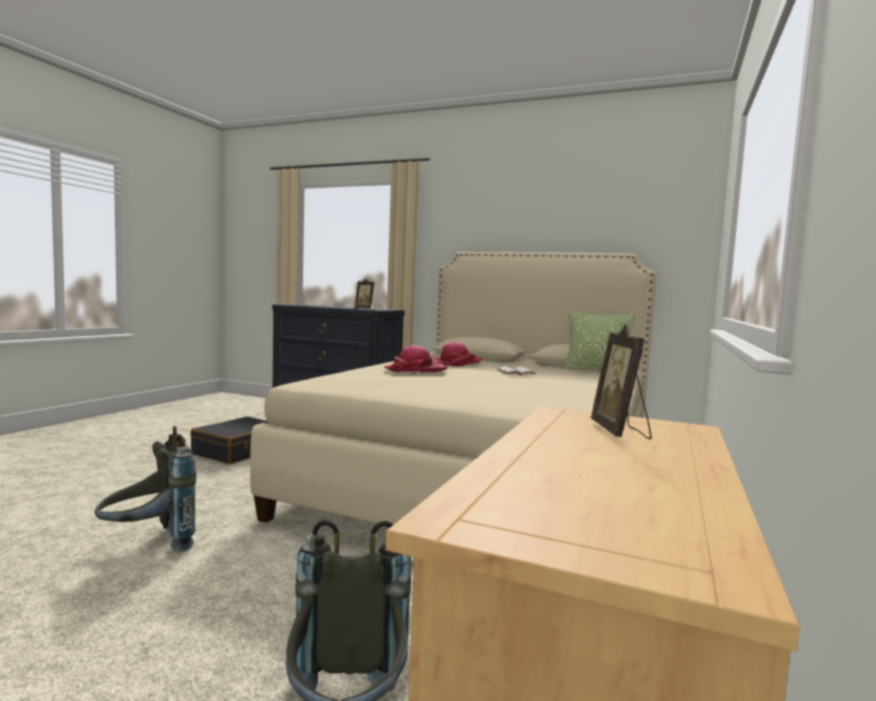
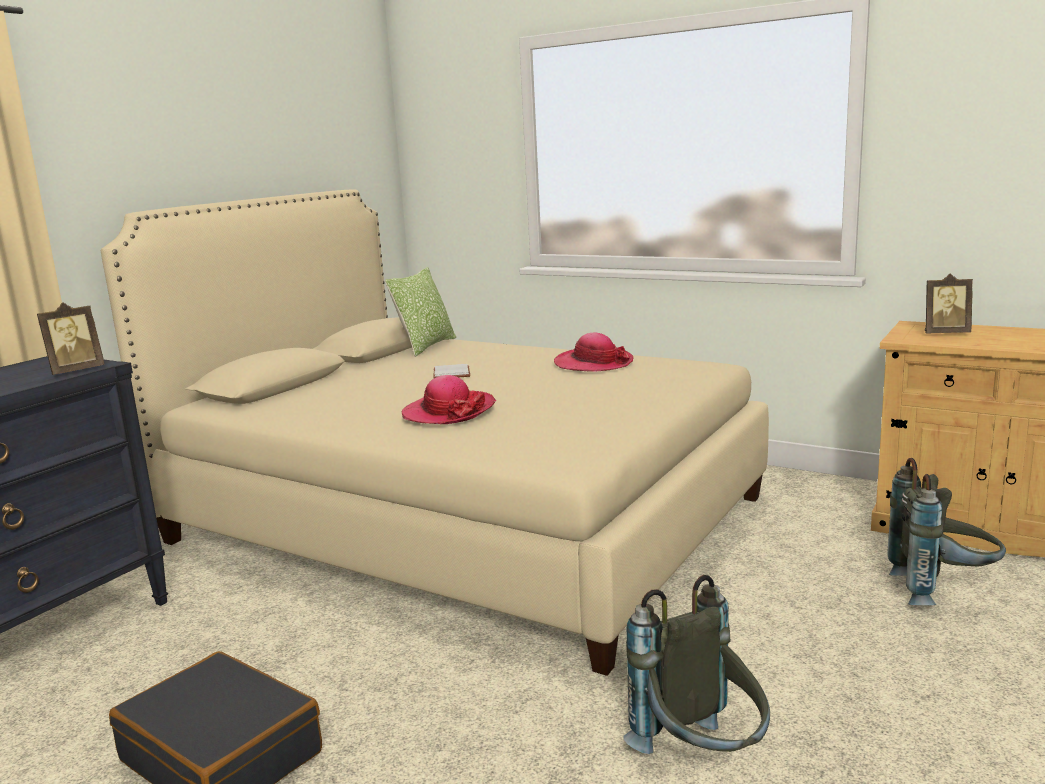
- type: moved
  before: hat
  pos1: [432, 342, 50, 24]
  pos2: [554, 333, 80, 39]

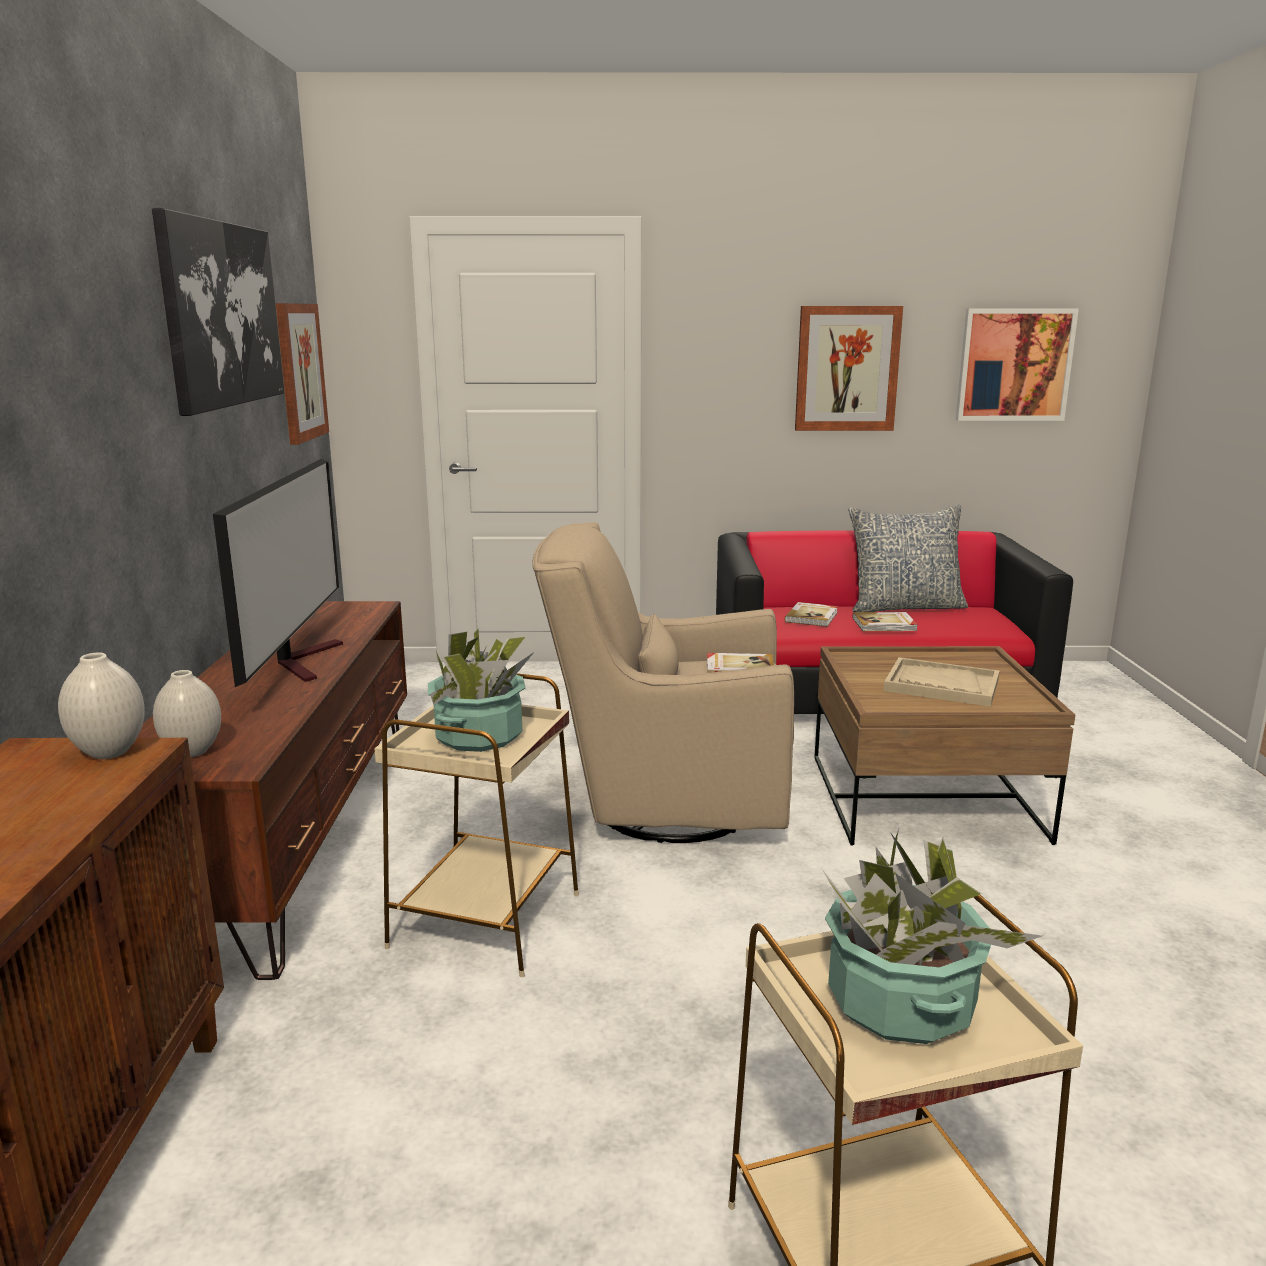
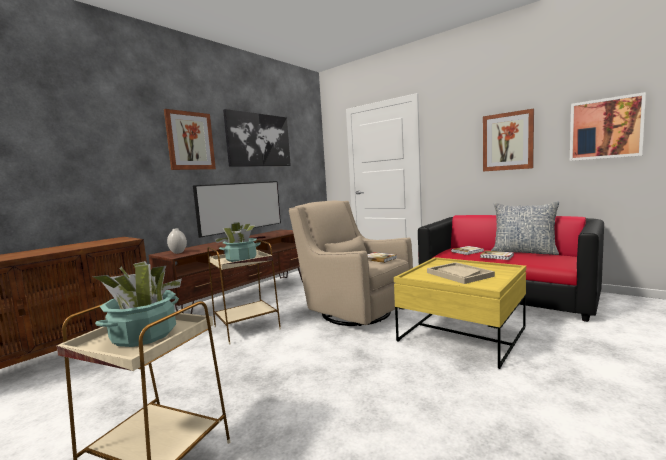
- type: removed
  before: vase (white)
  pos1: [58, 652, 87, 107]
- type: moved
  before: picture
  pos1: [276, 303, 53, 142]
  pos2: [164, 109, 52, 61]
- type: recoloured
  before: coffee table (brown)
  after: coffee table (yellow)
  pos1: [814, 646, 261, 199]
  pos2: [394, 257, 132, 112]

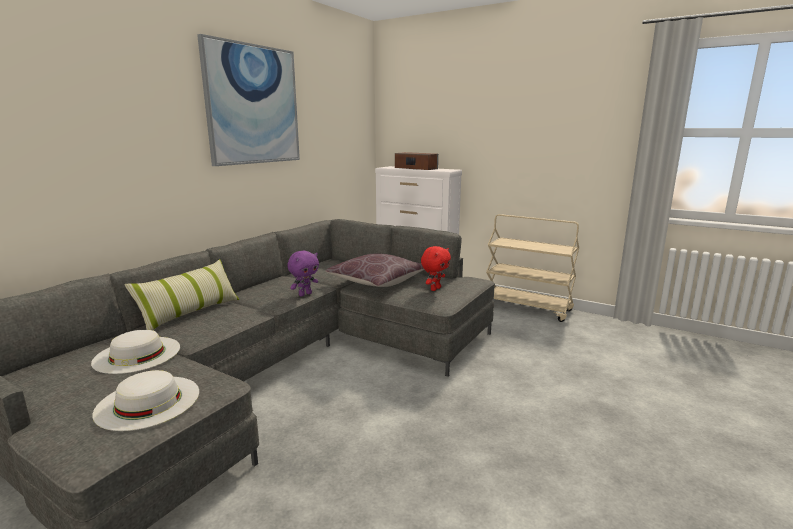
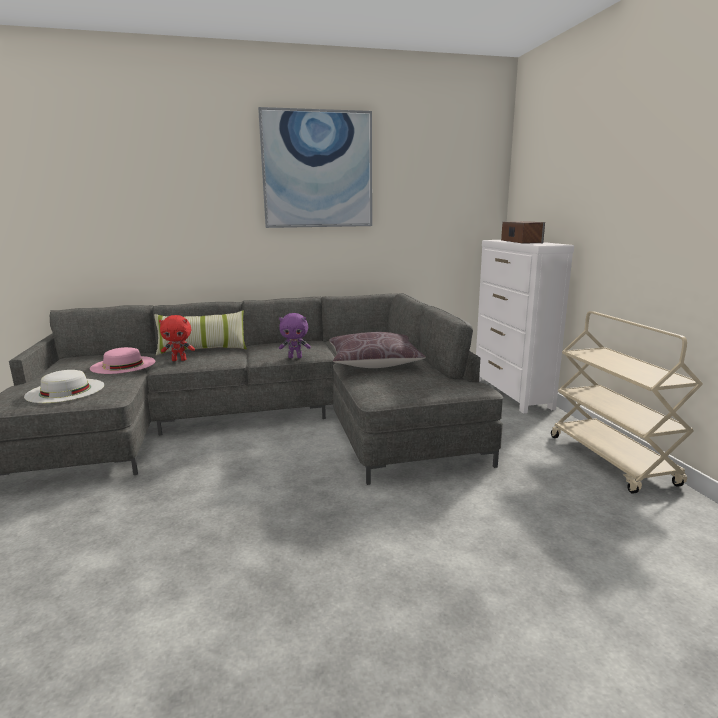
- type: moved
  before: plush toy (red)
  pos1: [421, 246, 30, 45]
  pos2: [159, 315, 36, 46]
- type: recoloured
  before: hat (white)
  after: hat (pink)
  pos1: [91, 330, 89, 44]
  pos2: [90, 347, 65, 27]

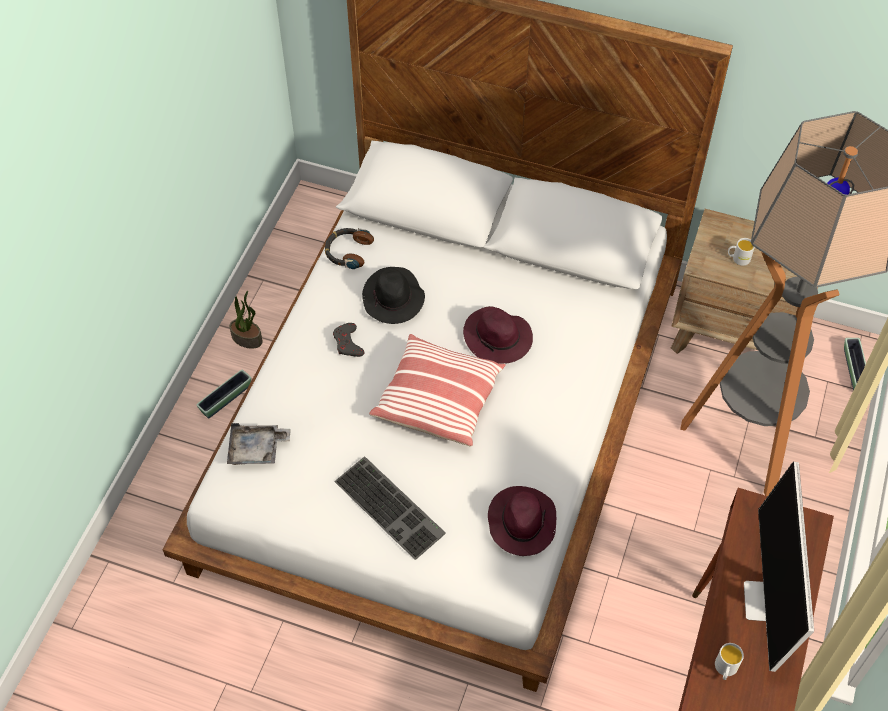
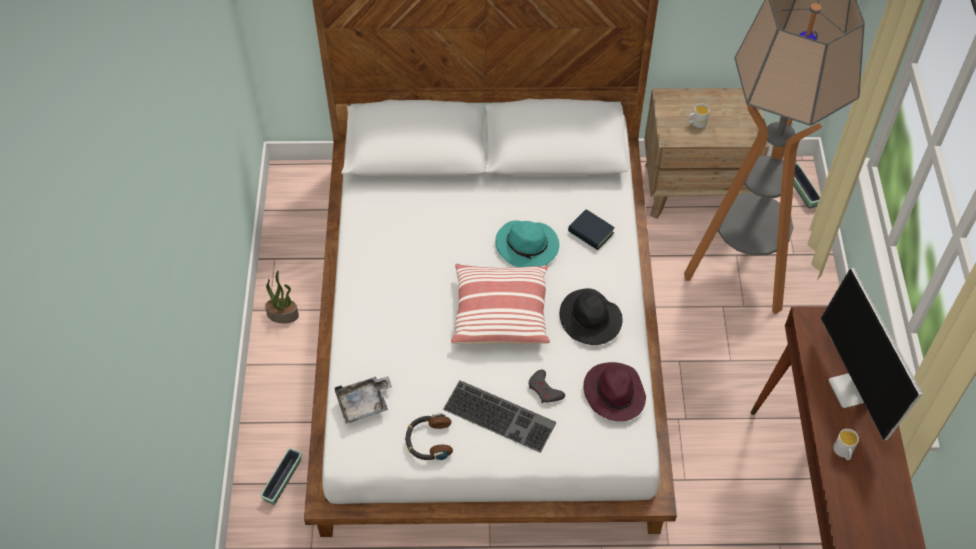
- type: added
  after: book
  pos2: [568, 210, 47, 40]
- type: moved
  before: planter
  pos1: [197, 370, 54, 48]
  pos2: [260, 448, 42, 57]
- type: moved
  before: headphones
  pos1: [325, 228, 49, 41]
  pos2: [405, 414, 48, 46]
- type: moved
  before: game controller (grey)
  pos1: [333, 323, 32, 34]
  pos2: [529, 370, 36, 33]
- type: moved
  before: hat (black)
  pos1: [362, 267, 63, 57]
  pos2: [560, 288, 62, 57]
- type: recoloured
  before: hat (purple)
  after: hat (turquoise)
  pos1: [463, 306, 70, 57]
  pos2: [495, 221, 64, 46]

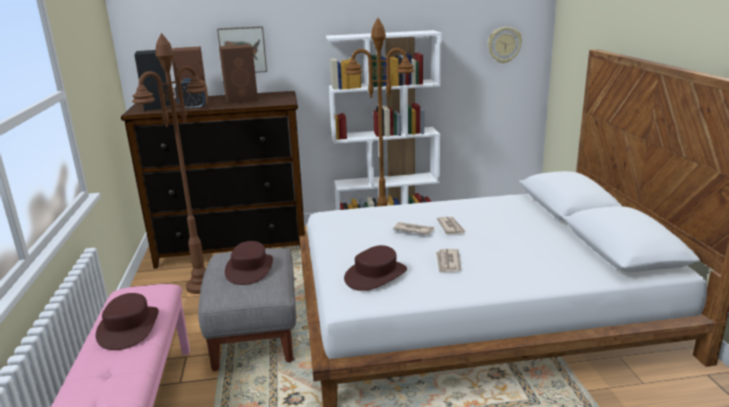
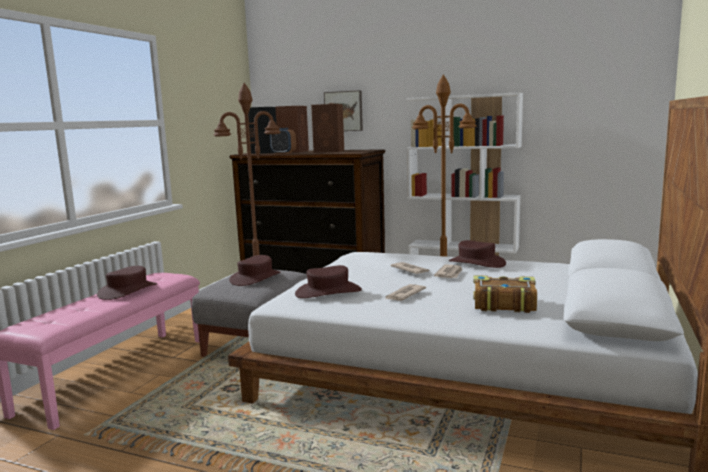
- type: removed
  before: wall clock
  pos1: [488, 27, 34, 37]
- type: added
  after: hat (brown)
  pos2: [449, 240, 57, 28]
- type: added
  after: book
  pos2: [473, 275, 64, 38]

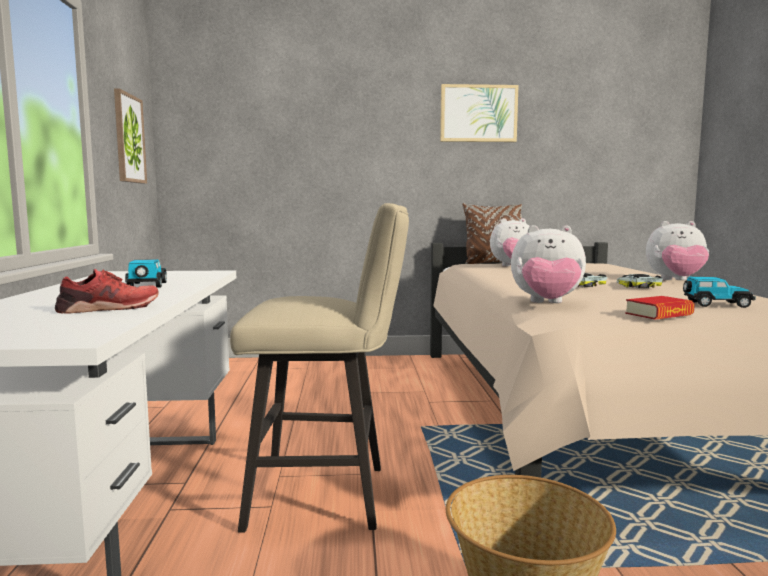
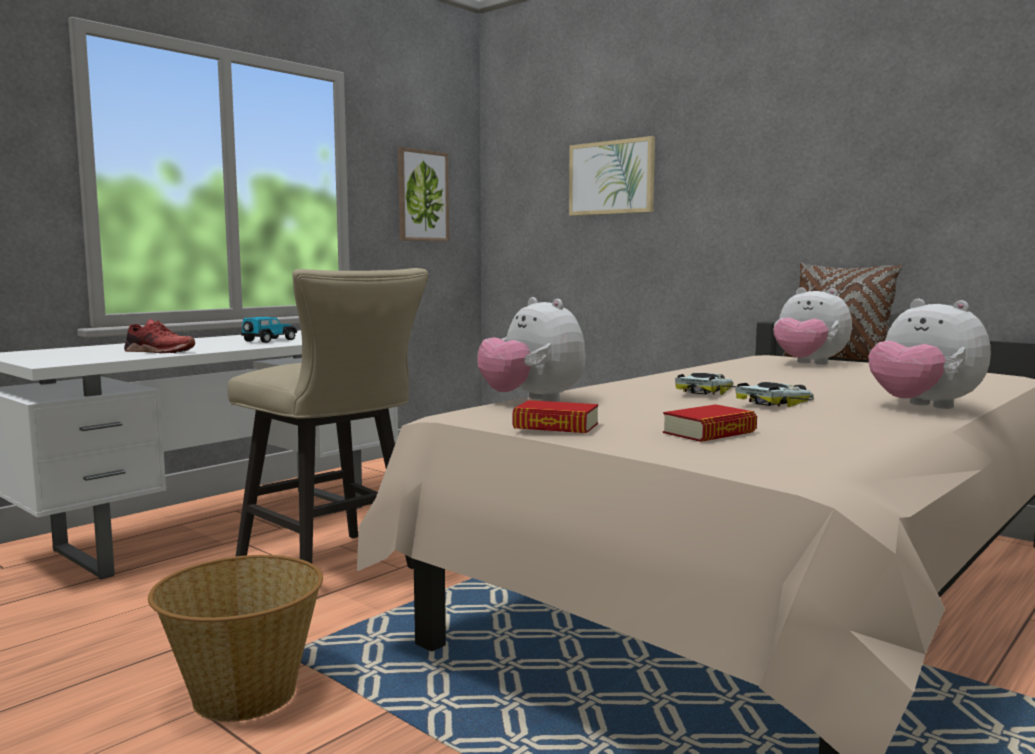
- type: moved
  before: picture
  pos1: [440, 84, 78, 58]
  pos2: [569, 136, 86, 80]
- type: replaced
  before: toy car
  after: book
  pos1: [683, 277, 73, 31]
  pos2: [663, 404, 94, 38]

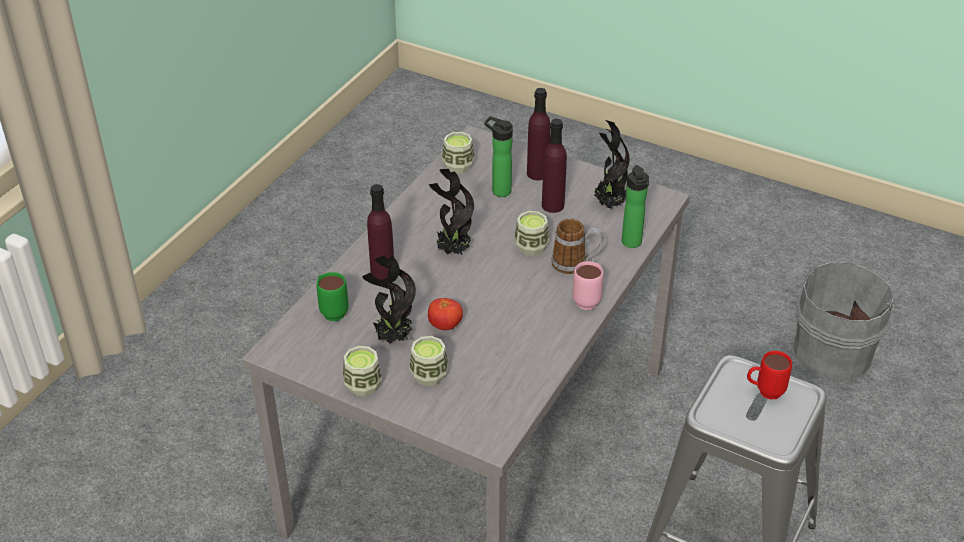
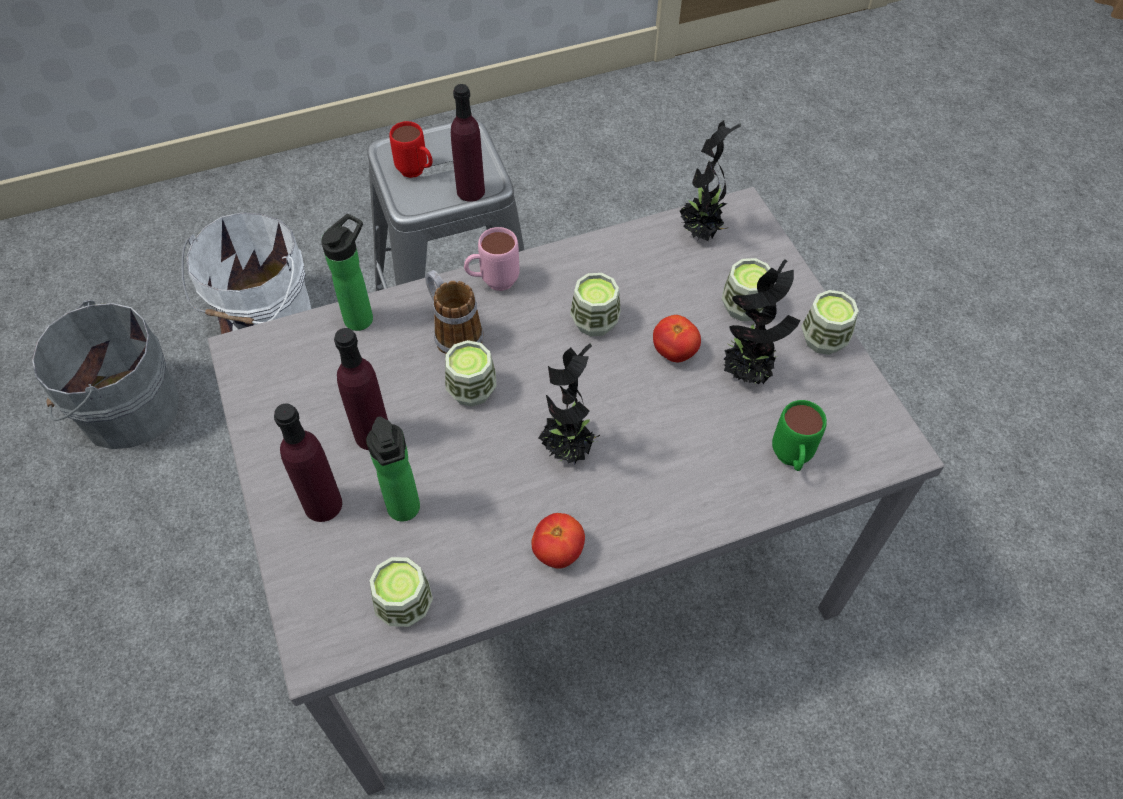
- type: added
  after: bucket (white)
  pos2: [181, 212, 130, 122]
- type: added
  after: tomato
  pos2: [532, 513, 53, 56]
- type: added
  after: cup
  pos2: [570, 273, 51, 63]
- type: moved
  before: bottle (purple)
  pos1: [367, 184, 27, 96]
  pos2: [451, 84, 34, 118]
- type: moved
  before: potted plant
  pos1: [591, 120, 38, 89]
  pos2: [680, 120, 61, 121]

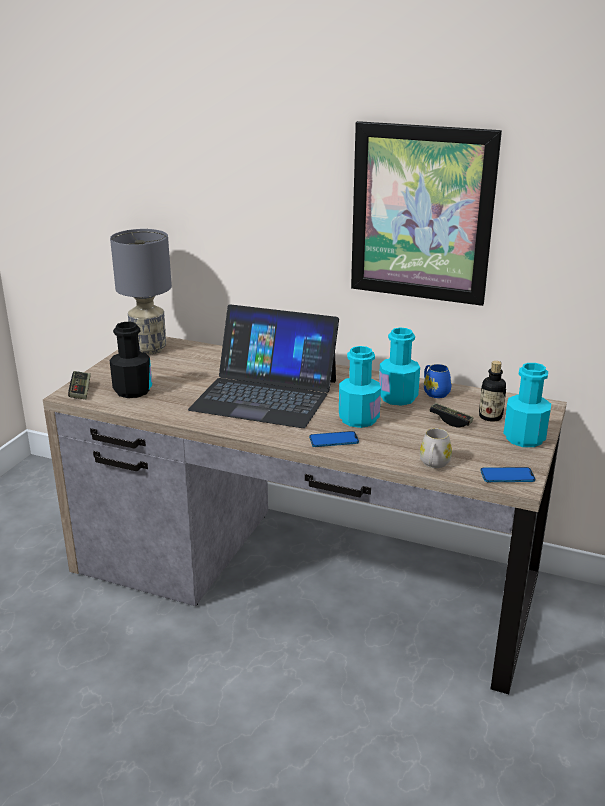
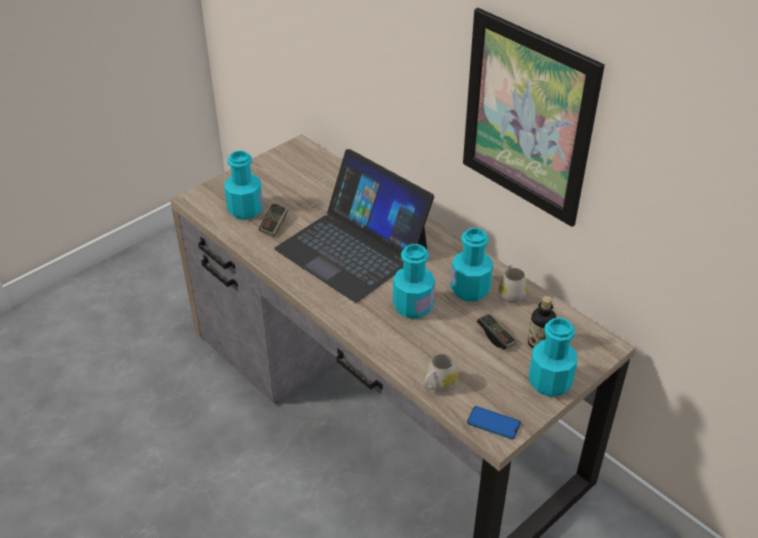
- type: removed
  before: table lamp (grey)
  pos1: [110, 229, 62, 126]
- type: removed
  before: phone
  pos1: [309, 431, 50, 16]
- type: moved
  before: game controller
  pos1: [68, 371, 23, 28]
  pos2: [259, 203, 29, 34]
- type: recoloured
  before: bottle (black)
  after: bottle (turquoise)
  pos1: [110, 322, 42, 76]
  pos2: [225, 150, 38, 70]
- type: recoloured
  before: mug (blue)
  after: mug (white)
  pos1: [424, 364, 28, 34]
  pos2: [499, 265, 28, 38]

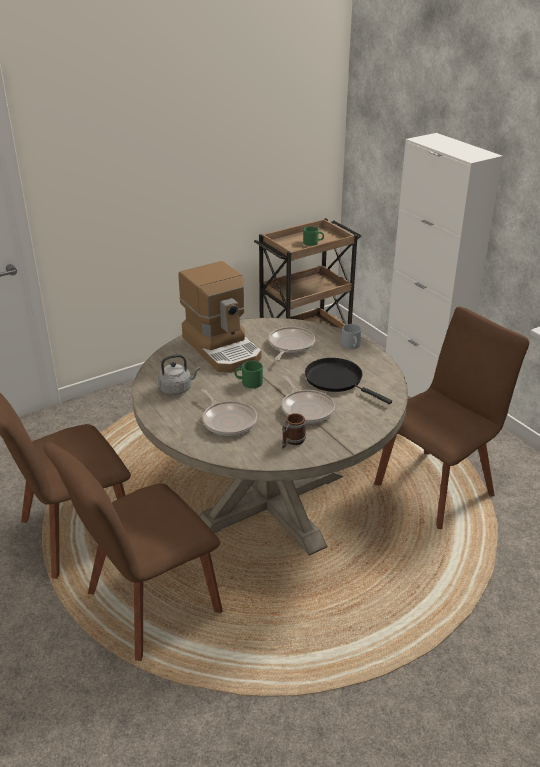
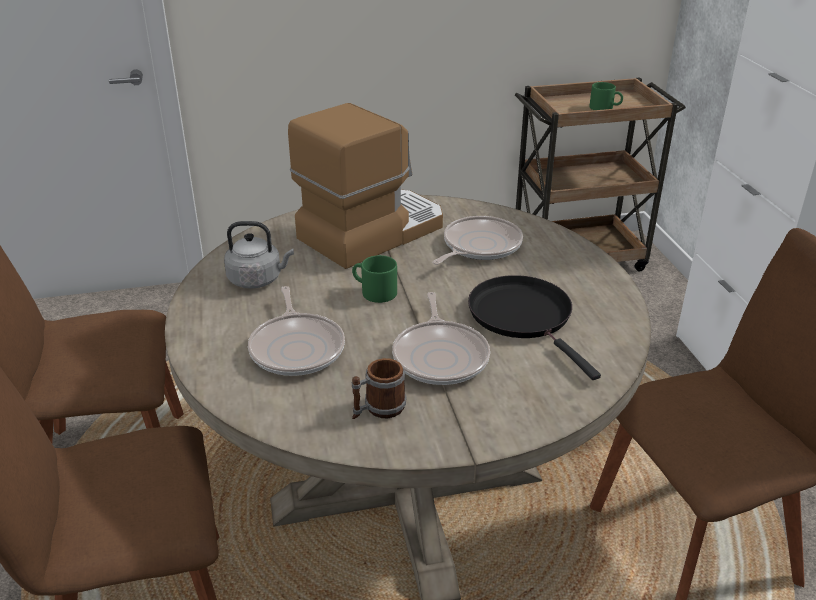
- type: removed
  before: mug (grey)
  pos1: [341, 324, 20, 25]
- type: turned
  before: coffee machine
  pos1: [179, 261, 82, 111]
  pos2: [288, 103, 155, 166]
  turn: -120

